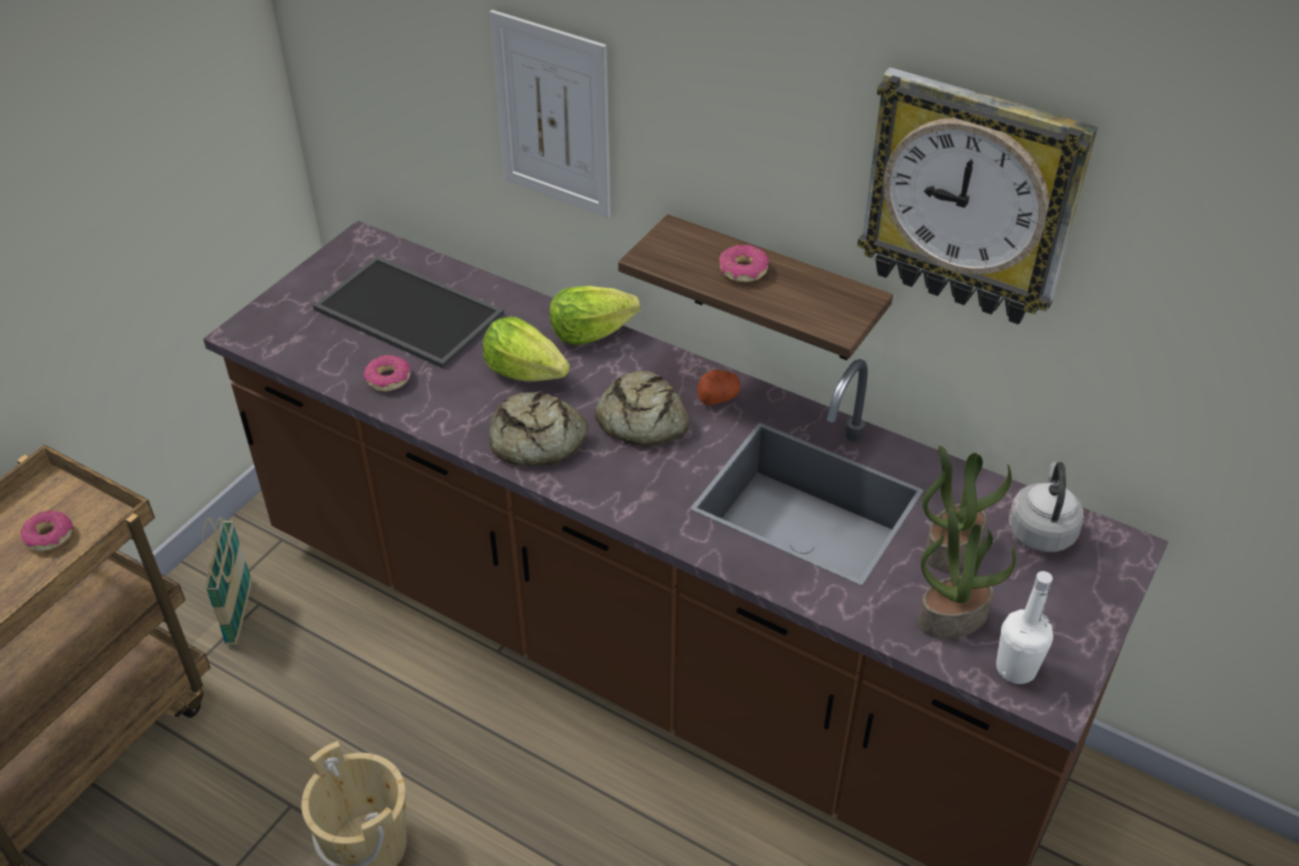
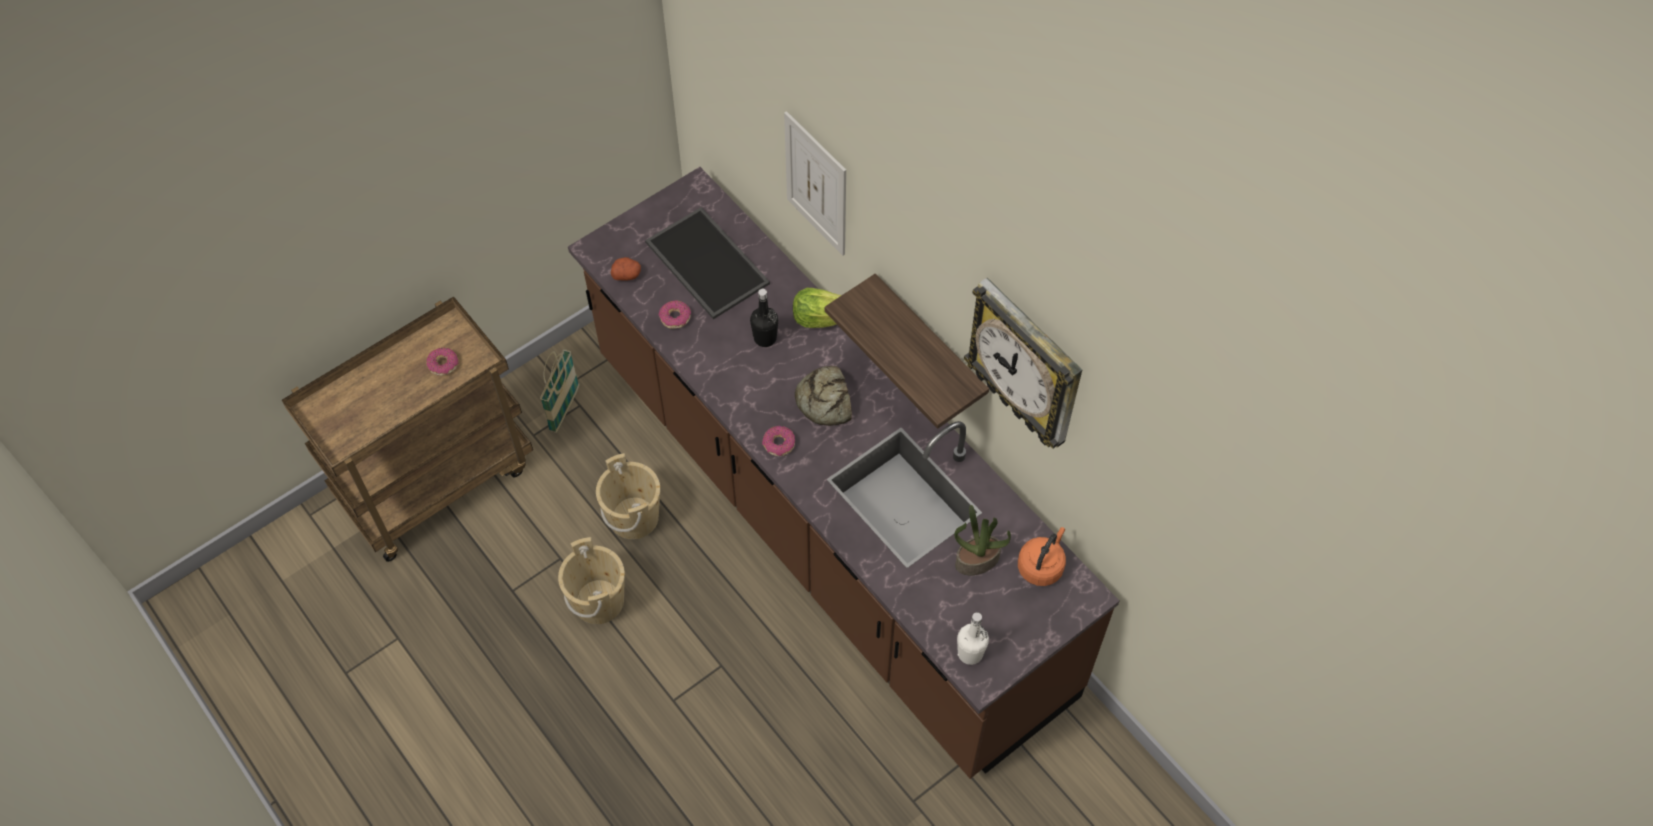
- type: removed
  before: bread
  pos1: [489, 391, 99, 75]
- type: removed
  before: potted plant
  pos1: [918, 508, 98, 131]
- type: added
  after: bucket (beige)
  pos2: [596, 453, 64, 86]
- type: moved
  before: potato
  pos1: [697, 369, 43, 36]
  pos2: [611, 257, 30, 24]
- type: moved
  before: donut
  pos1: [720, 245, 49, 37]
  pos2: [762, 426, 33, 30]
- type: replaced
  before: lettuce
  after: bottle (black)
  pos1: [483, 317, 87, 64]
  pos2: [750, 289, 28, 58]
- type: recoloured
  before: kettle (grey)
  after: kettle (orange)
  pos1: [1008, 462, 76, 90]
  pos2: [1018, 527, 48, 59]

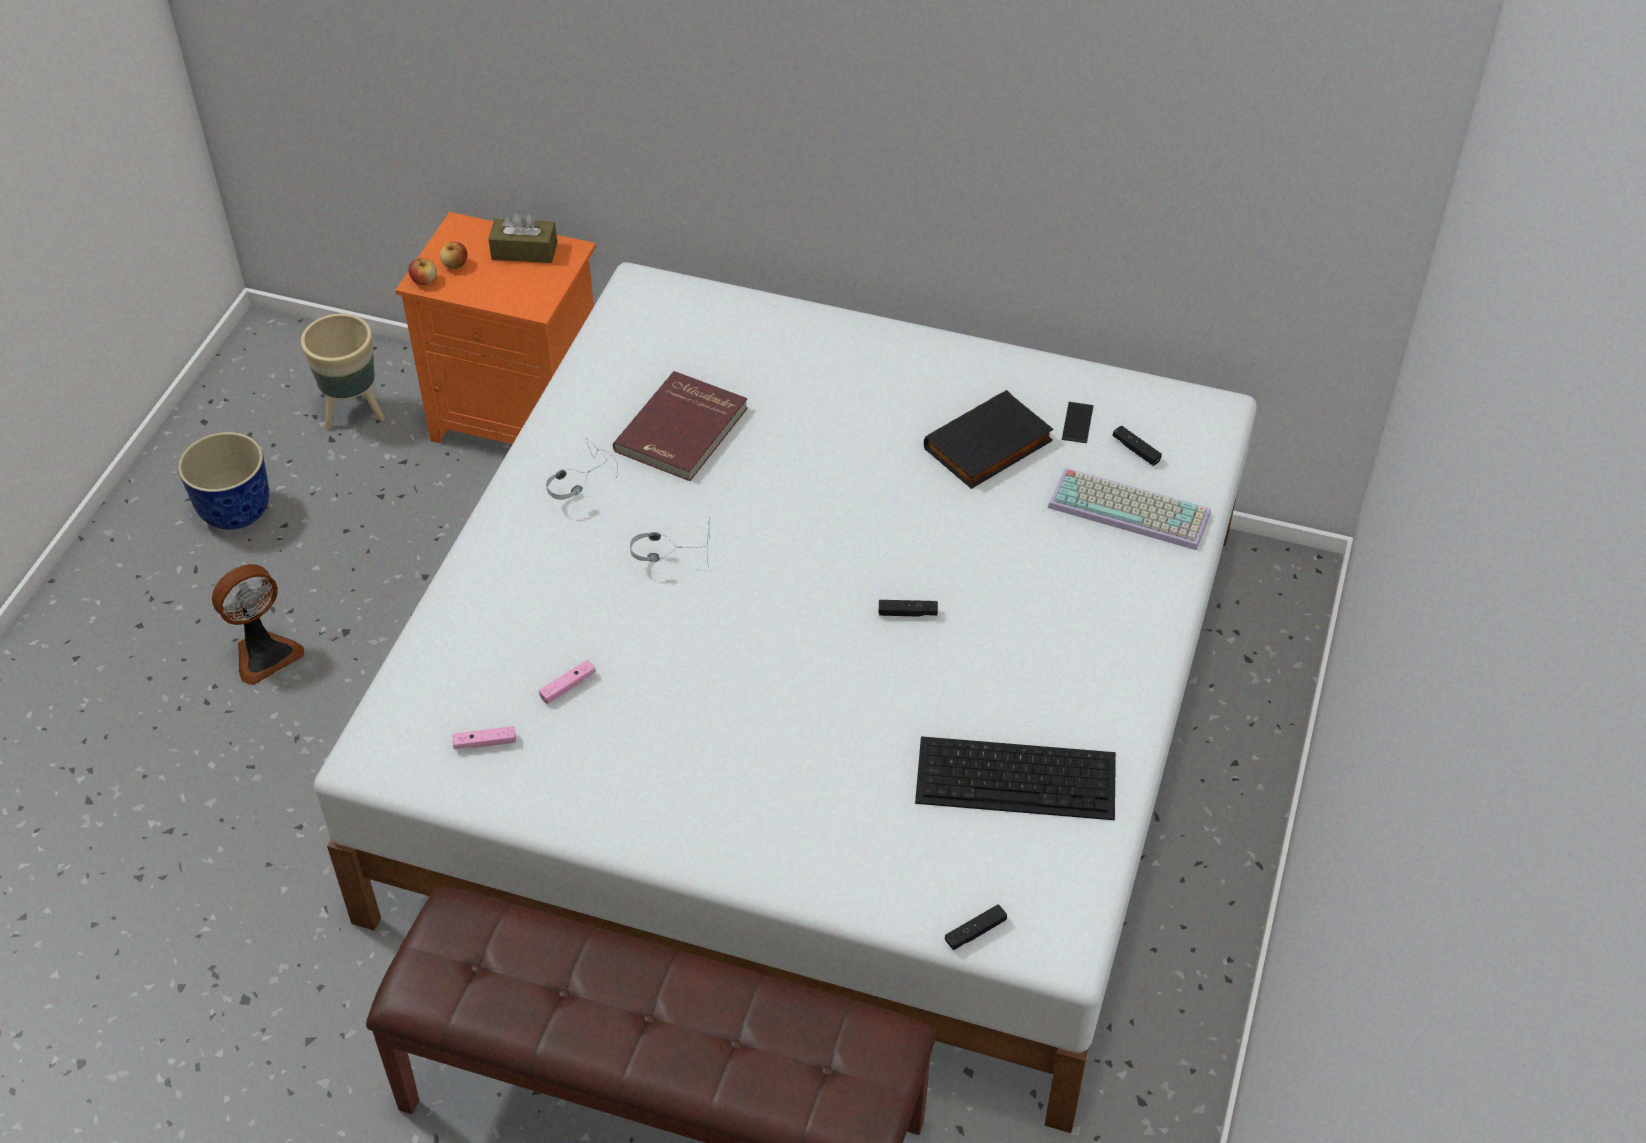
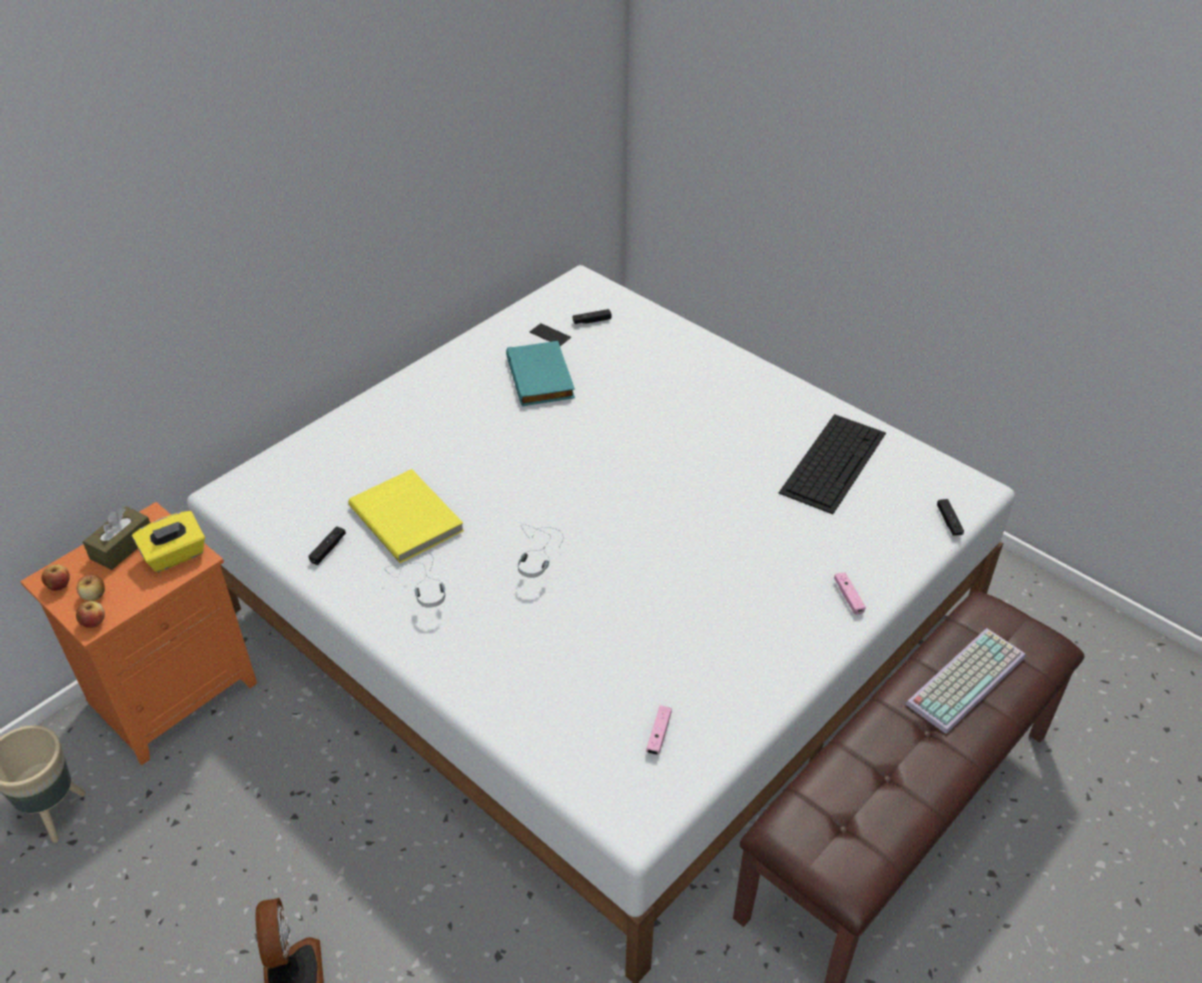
- type: removed
  before: planter
  pos1: [178, 432, 91, 98]
- type: added
  after: apple
  pos2: [41, 565, 29, 26]
- type: added
  after: tissue box (yellow)
  pos2: [132, 511, 73, 61]
- type: moved
  before: game controller (pink)
  pos1: [539, 660, 57, 44]
  pos2: [834, 572, 32, 43]
- type: moved
  before: game controller (black)
  pos1: [879, 600, 59, 16]
  pos2: [308, 526, 38, 39]
- type: moved
  before: keyboard
  pos1: [1048, 468, 163, 82]
  pos2: [905, 628, 120, 106]
- type: recoloured
  before: book (red)
  after: book (yellow)
  pos1: [613, 371, 135, 110]
  pos2: [348, 469, 116, 94]
- type: recoloured
  before: book (black)
  after: book (turquoise)
  pos1: [924, 390, 130, 99]
  pos2: [506, 341, 69, 66]

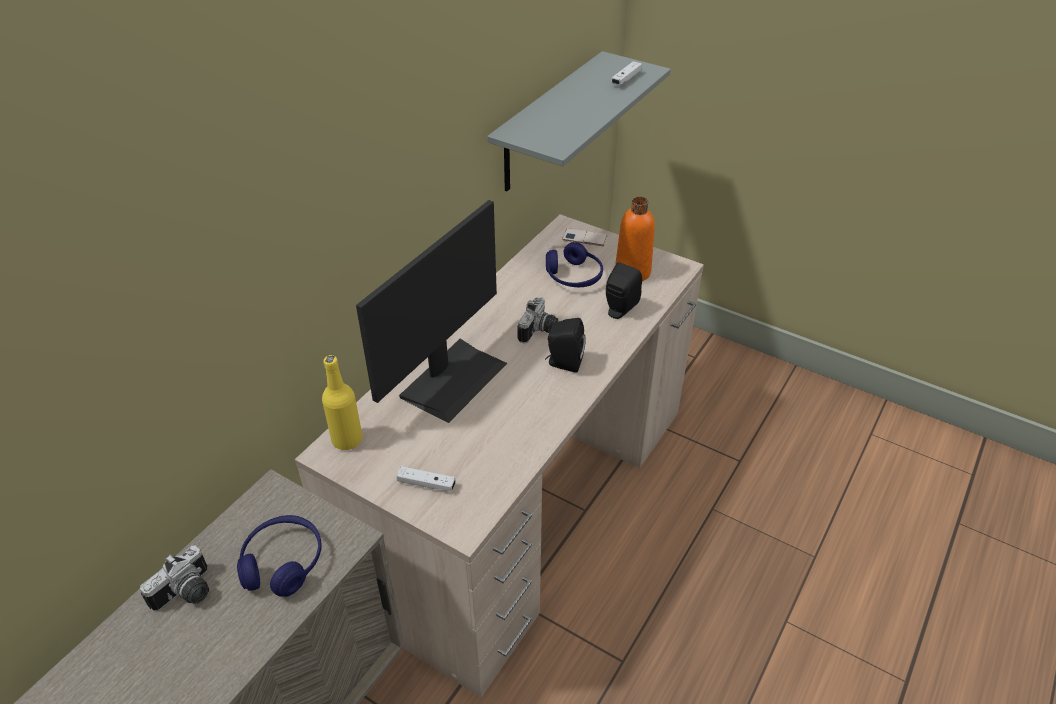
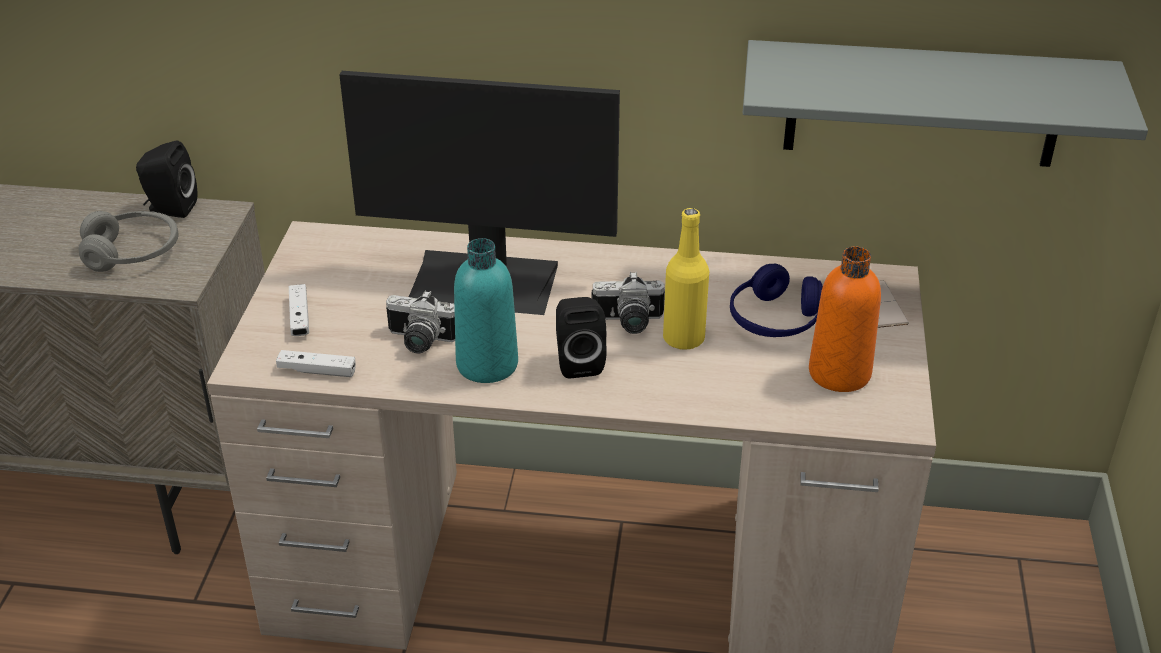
- type: added
  after: bottle (turquoise)
  pos2: [454, 238, 64, 145]
- type: moved
  before: photo camera
  pos1: [140, 546, 69, 65]
  pos2: [386, 290, 69, 64]
- type: moved
  before: bottle (yellow)
  pos1: [322, 355, 41, 95]
  pos2: [663, 208, 46, 142]
- type: moved
  before: speaker (black)
  pos1: [606, 262, 36, 57]
  pos2: [136, 140, 61, 78]
- type: moved
  before: game controller (white)
  pos1: [611, 61, 31, 24]
  pos2: [276, 350, 80, 27]
- type: recoloured
  before: headphones (blue)
  after: headphones (grey)
  pos1: [237, 515, 85, 82]
  pos2: [79, 211, 100, 61]

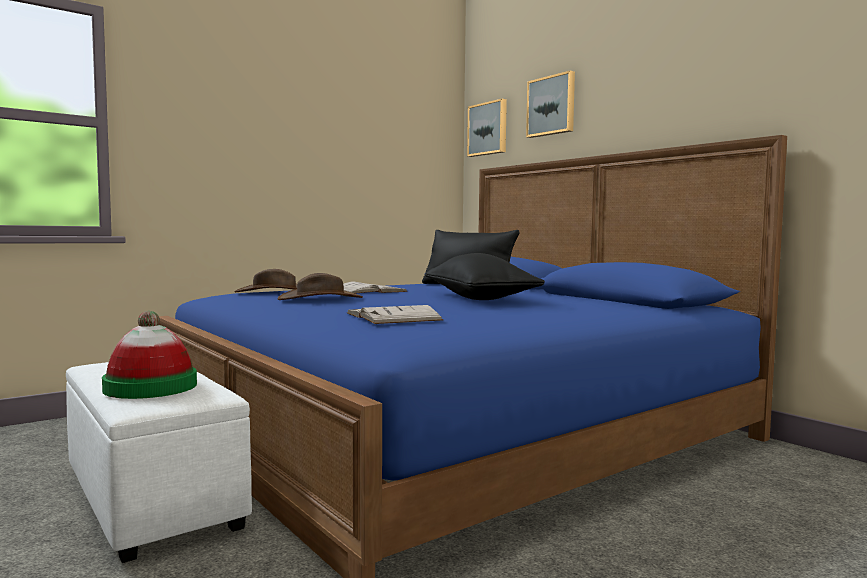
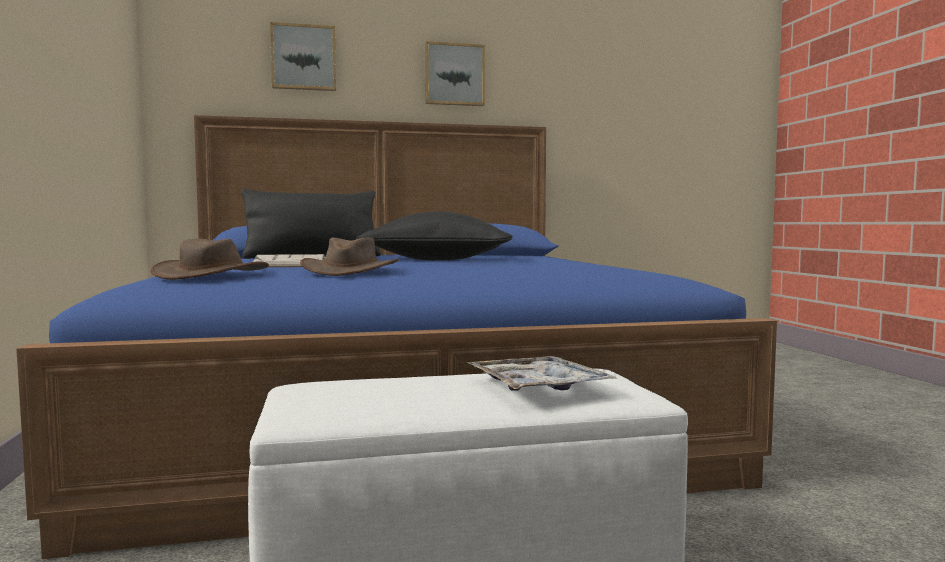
- type: removed
  before: book (white)
  pos1: [346, 305, 97, 19]
- type: moved
  before: picture
  pos1: [467, 99, 40, 58]
  pos2: [425, 41, 60, 65]
- type: replaced
  before: hat
  after: tray
  pos1: [102, 311, 95, 88]
  pos2: [466, 356, 152, 35]

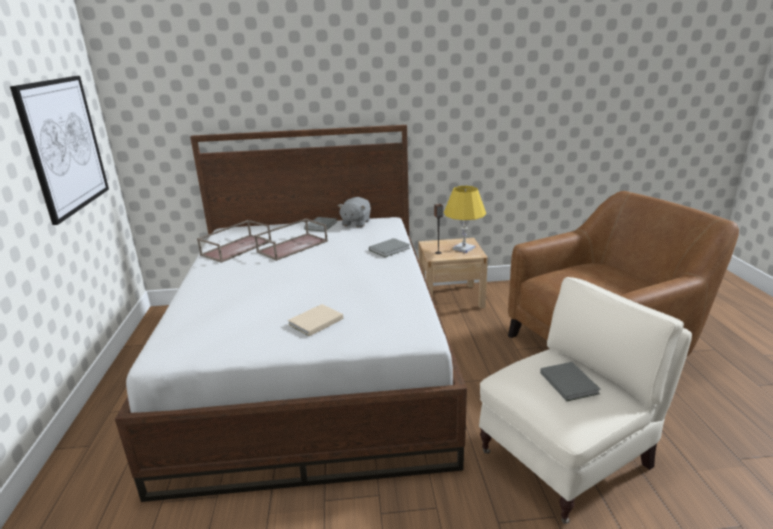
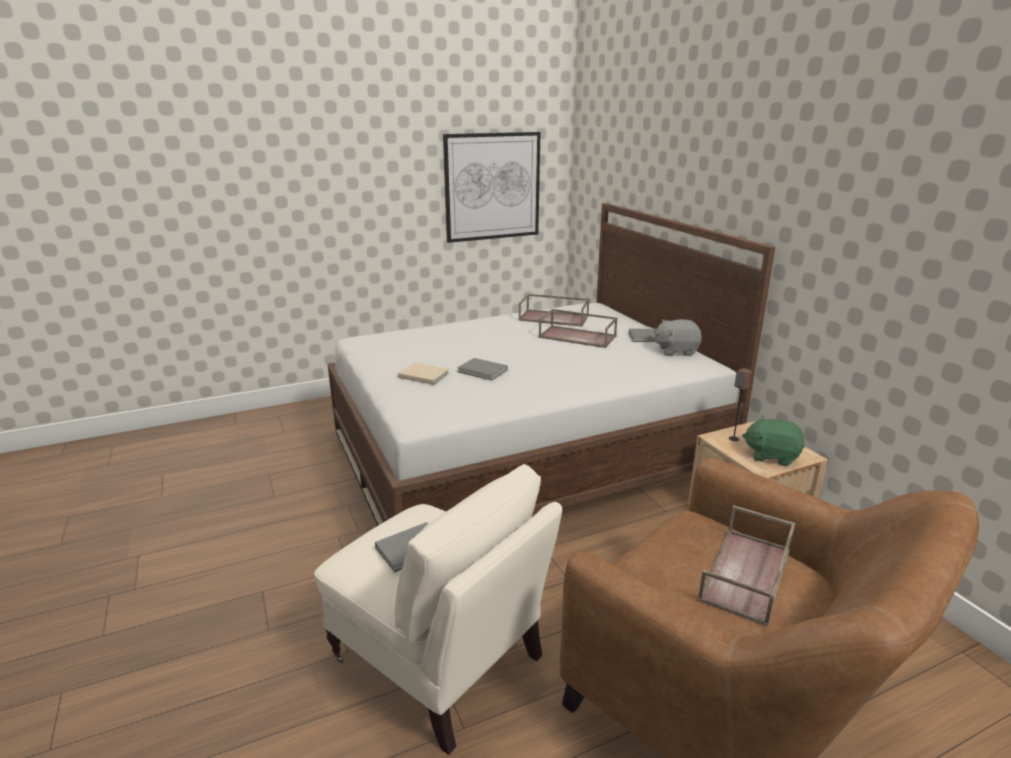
- type: added
  after: tray (brown)
  pos2: [698, 505, 97, 121]
- type: moved
  before: book (grey)
  pos1: [369, 238, 41, 19]
  pos2: [457, 358, 51, 23]
- type: replaced
  before: table lamp (yellow)
  after: plush toy (green)
  pos1: [444, 186, 42, 67]
  pos2: [742, 416, 63, 50]

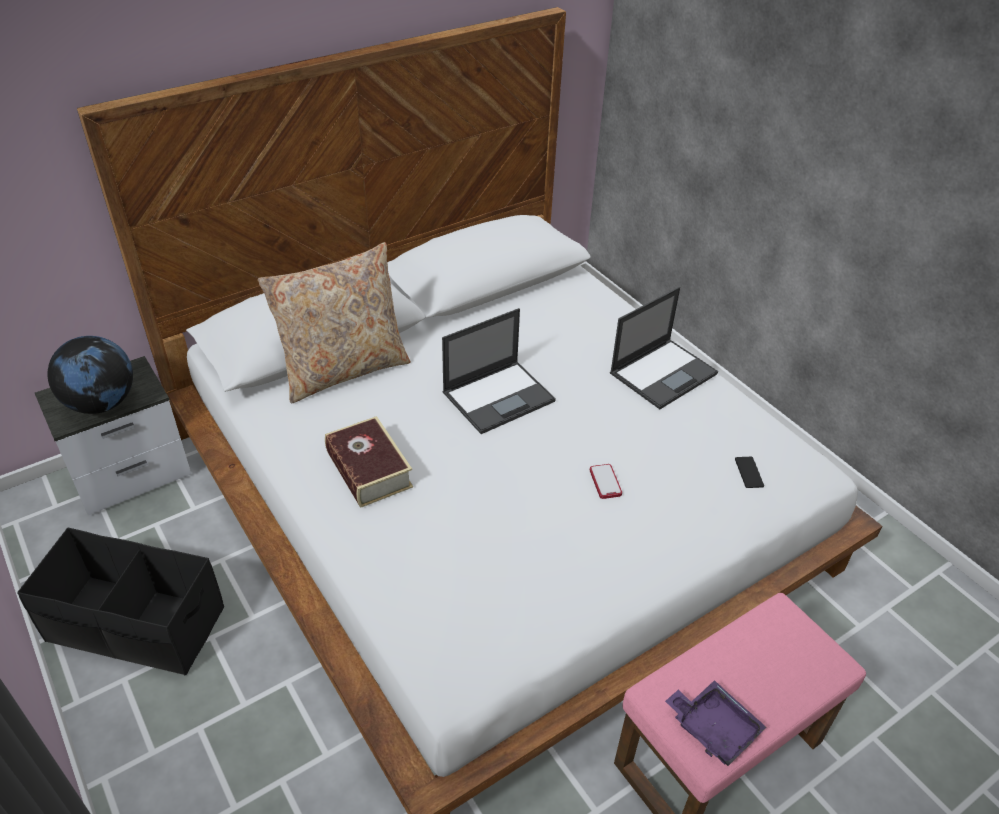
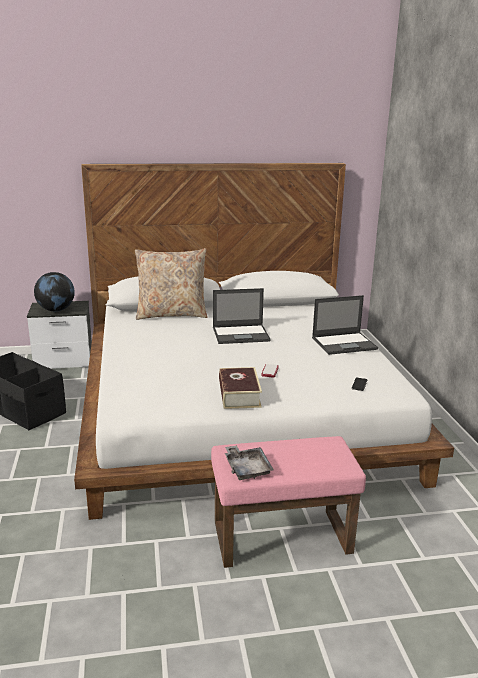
- type: moved
  before: book
  pos1: [325, 416, 88, 92]
  pos2: [219, 367, 43, 42]
- type: recoloured
  before: tray (purple)
  after: tray (grey)
  pos1: [665, 680, 101, 86]
  pos2: [225, 445, 49, 35]

